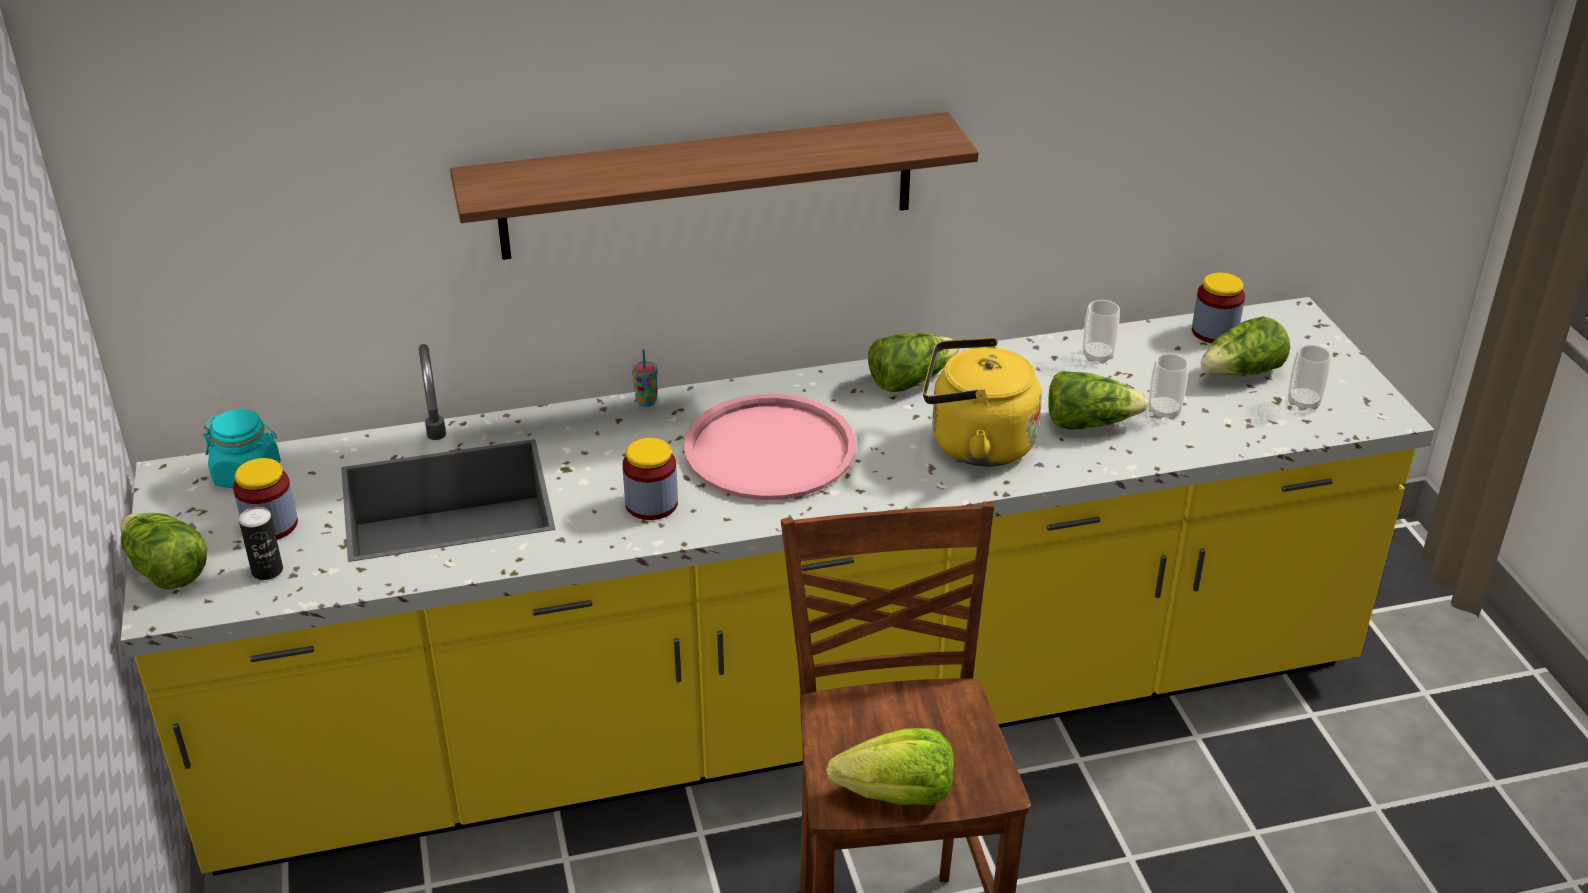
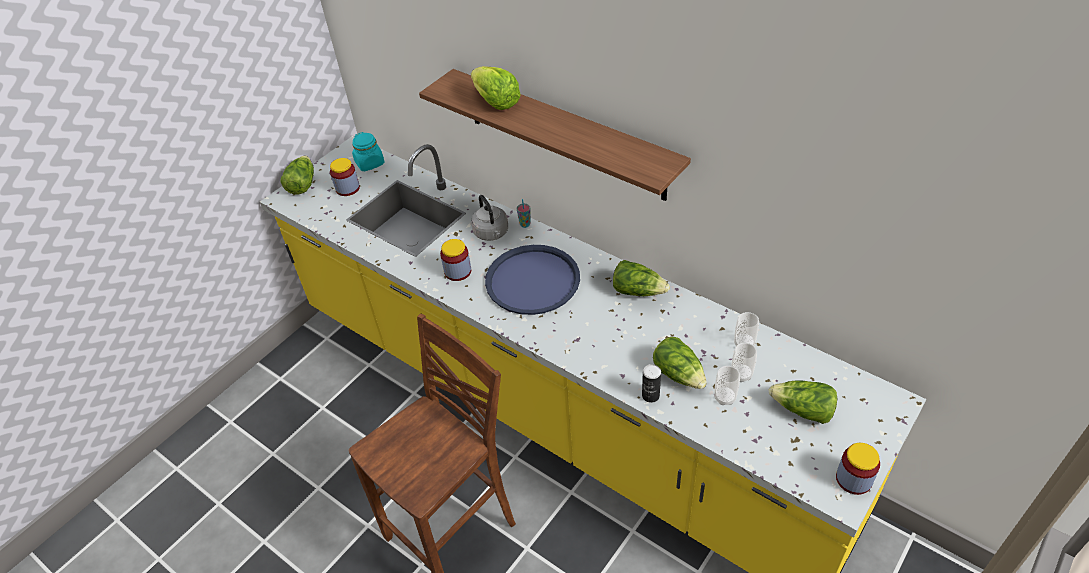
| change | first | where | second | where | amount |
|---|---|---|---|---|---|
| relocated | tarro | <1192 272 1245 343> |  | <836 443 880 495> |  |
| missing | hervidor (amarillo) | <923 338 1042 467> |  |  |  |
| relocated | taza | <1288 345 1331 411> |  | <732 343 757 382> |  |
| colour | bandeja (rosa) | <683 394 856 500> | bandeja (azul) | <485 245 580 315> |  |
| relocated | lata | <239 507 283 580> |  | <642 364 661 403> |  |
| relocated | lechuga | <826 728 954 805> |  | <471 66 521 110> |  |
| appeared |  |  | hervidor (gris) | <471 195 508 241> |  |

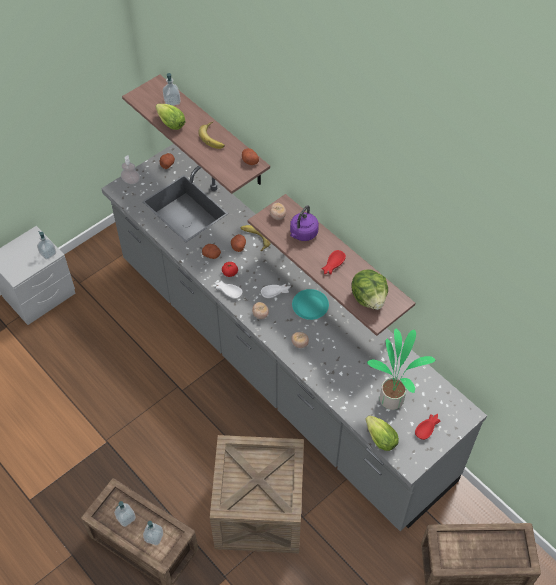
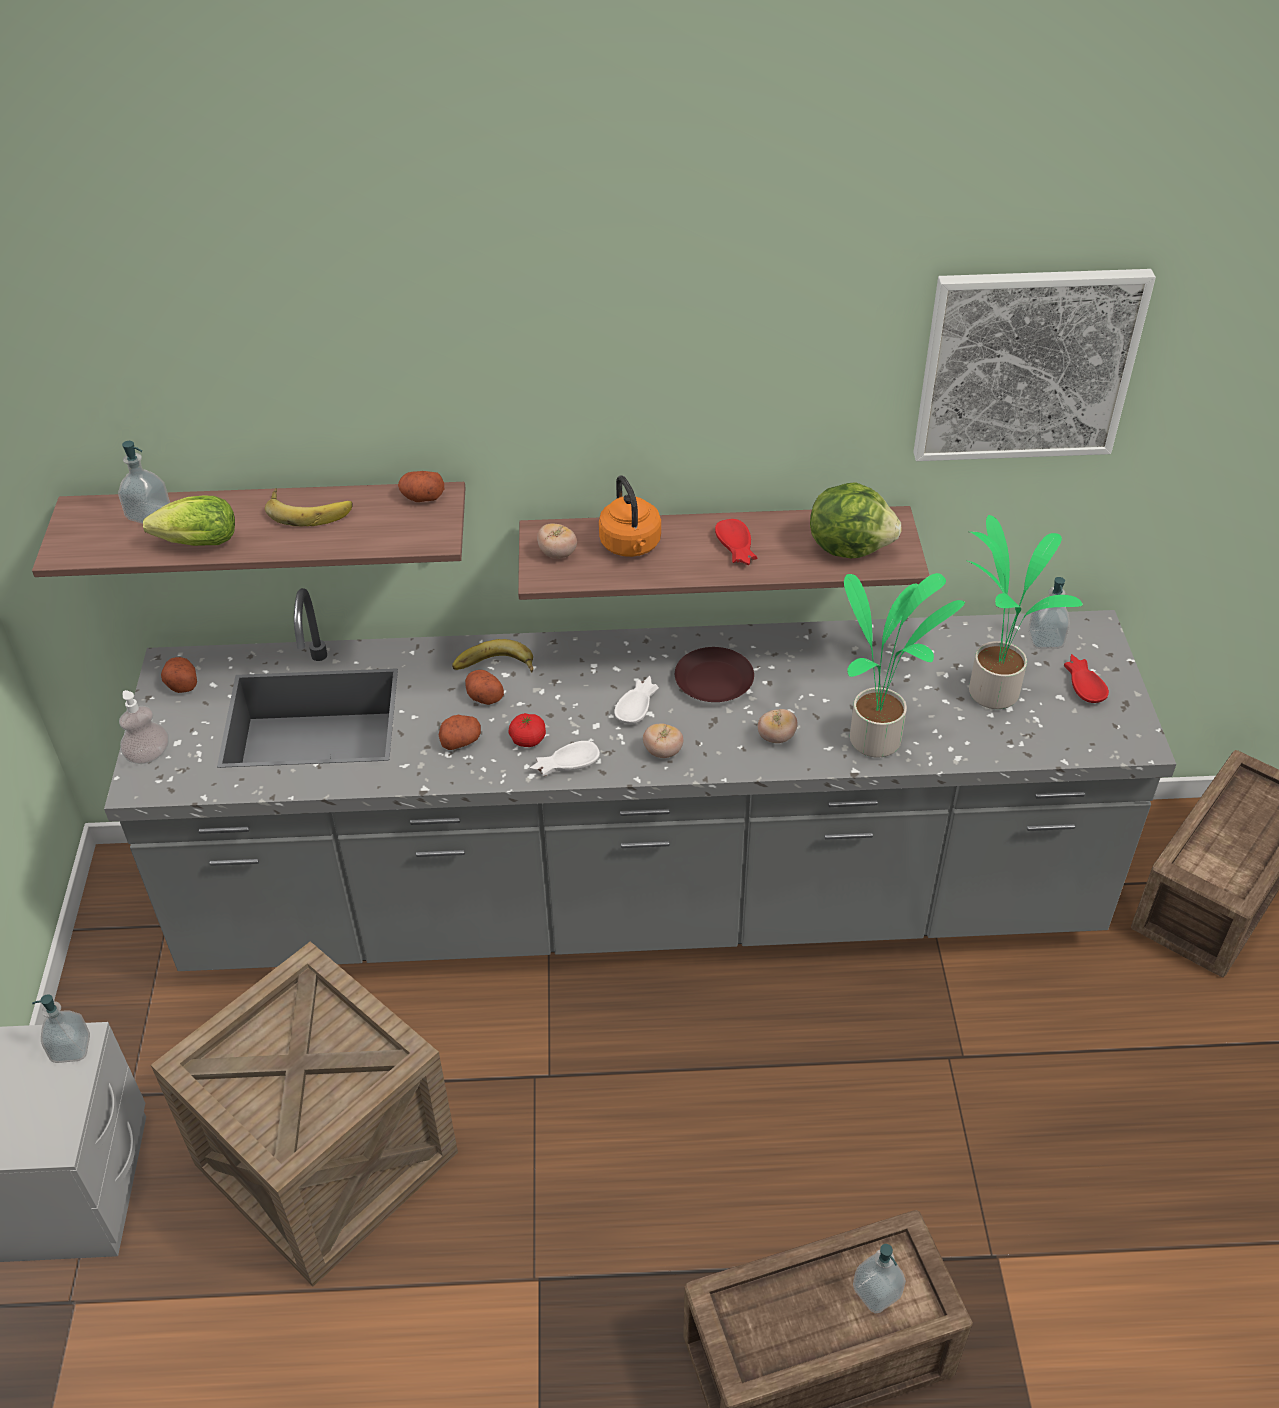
| change | first | where | second | where | amount |
|---|---|---|---|---|---|
| colour | hervidor (morado) | <290 205 319 241> | hervidor (naranja) | <599 475 661 557> |  |
| colour | plato (turquesa) | <292 289 329 320> | plato (marrón) | <675 647 754 702> |  |
| missing | lechuga | <365 415 399 451> |  |  |  |
| relocated | caja de embalaje | <210 435 304 553> |  | <151 941 458 1286> |  |
| relocated | dispensador de jabón | <114 501 136 527> |  | <1028 577 1070 649> |  |
| appeared |  |  | cuadro | <913 269 1156 461> |  |
| appeared |  |  | planta en maceta | <844 573 965 758> |  |

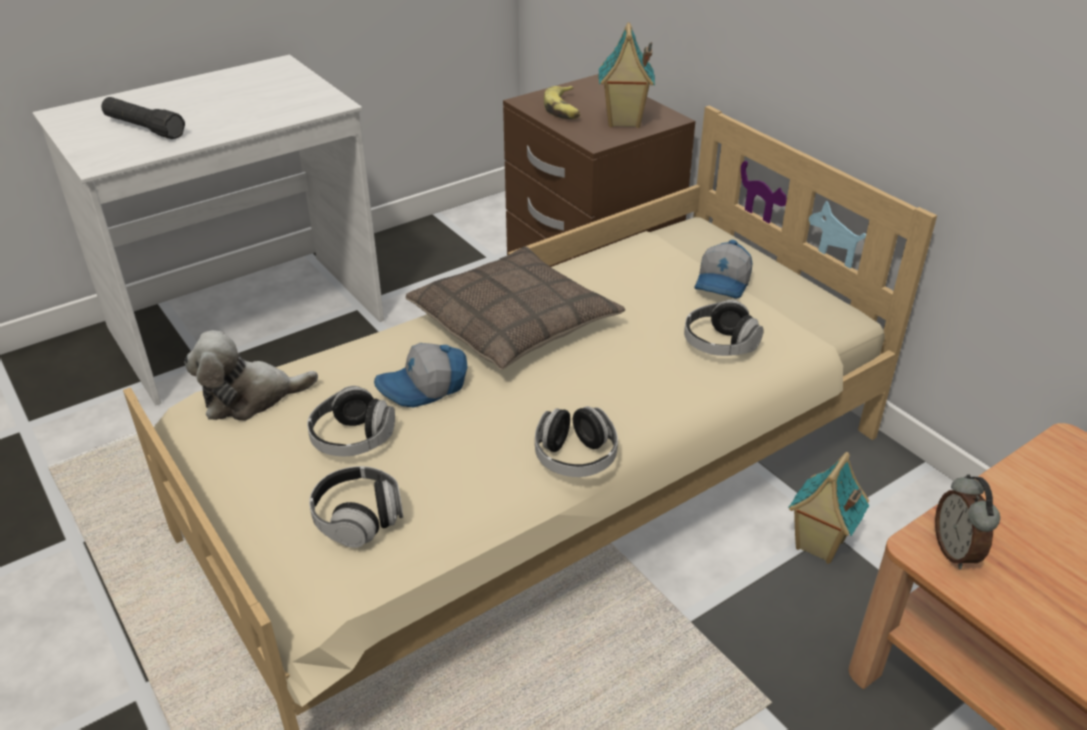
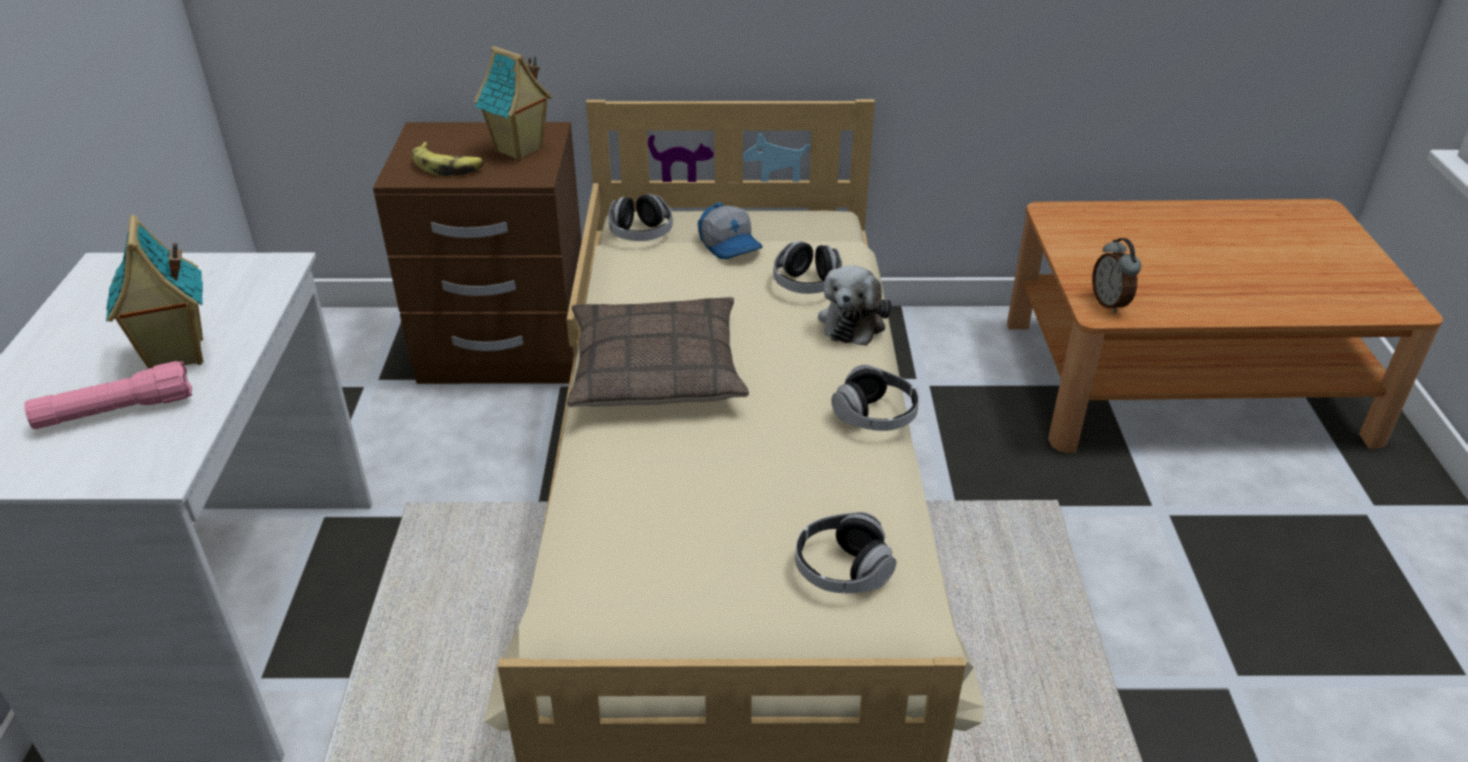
| change | first | where | second | where | amount |
|---|---|---|---|---|---|
| colour | linterna (negro) | <101 97 185 139> | linterna (rosa) | <24 361 192 429> |  |
| relocated | peluche | <185 330 318 421> |  | <818 265 892 346> |  |
| missing | gorra | <374 343 468 408> |  |  |  |
| relocated | auriculares | <307 386 395 456> |  | <608 194 673 241> |  |
| relocated | casita | <788 452 869 564> |  | <106 215 203 369> |  |
| spun | despertador | <935 474 1000 569> |  | <1092 238 1141 313> | 45 degrees clockwise |

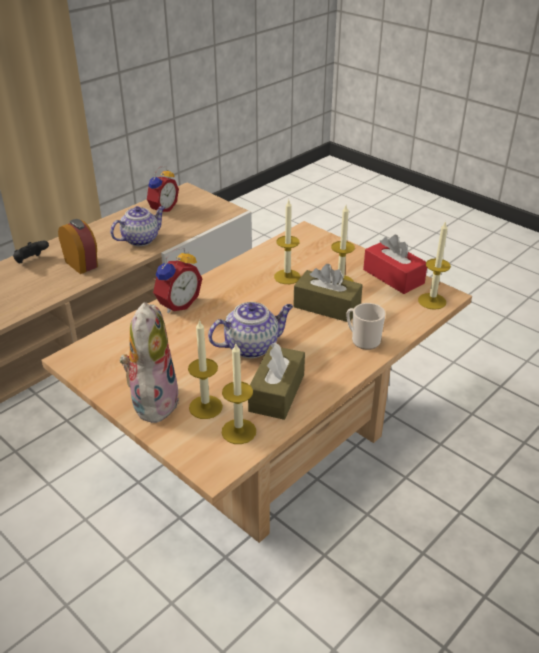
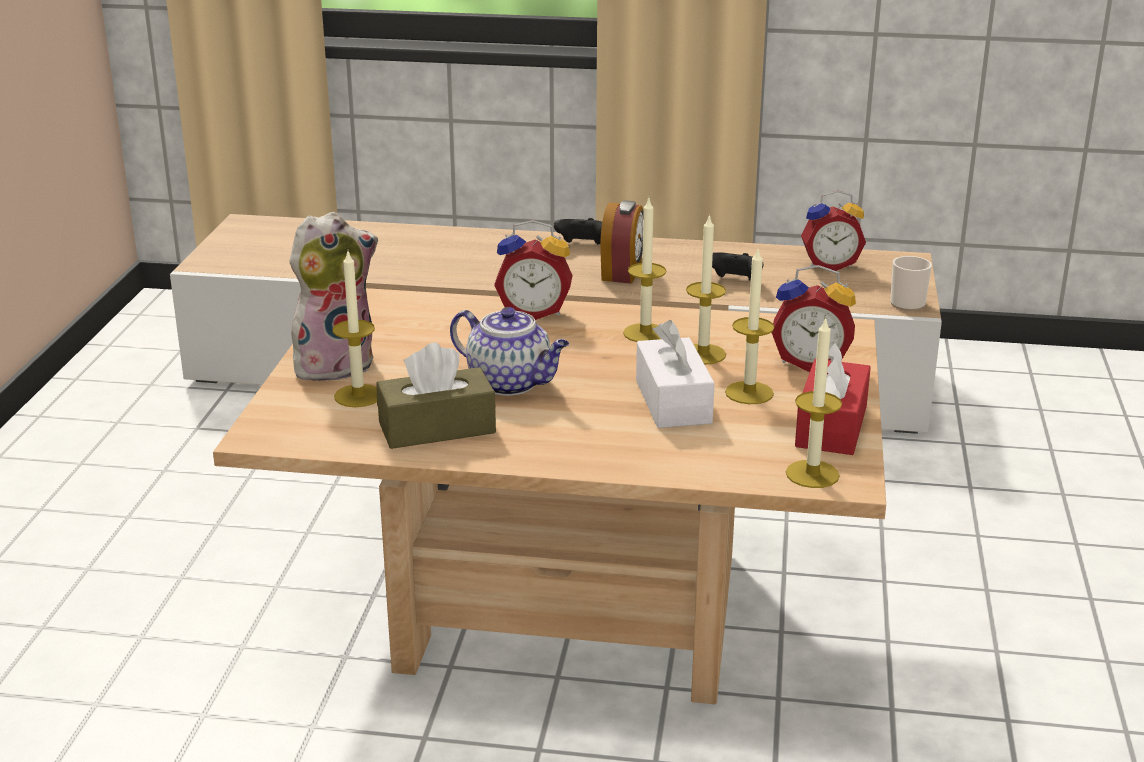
| change | first | where | second | where | amount |
|---|---|---|---|---|---|
| exchanged | tetera | <110 206 165 246> | mando de consola (negro) | <712 252 764 281> |  |
| colour | caja de pañuelos (marrón) | <293 264 363 322> | caja de pañuelos (blanco) | <636 320 715 428> |  |
| relocated | taza grande | <346 303 385 350> |  | <890 256 932 311> |  |
| relocated | vela | <222 344 256 444> |  | <623 198 666 342> |  |
| appeared |  |  | despertador | <771 265 856 372> |  |

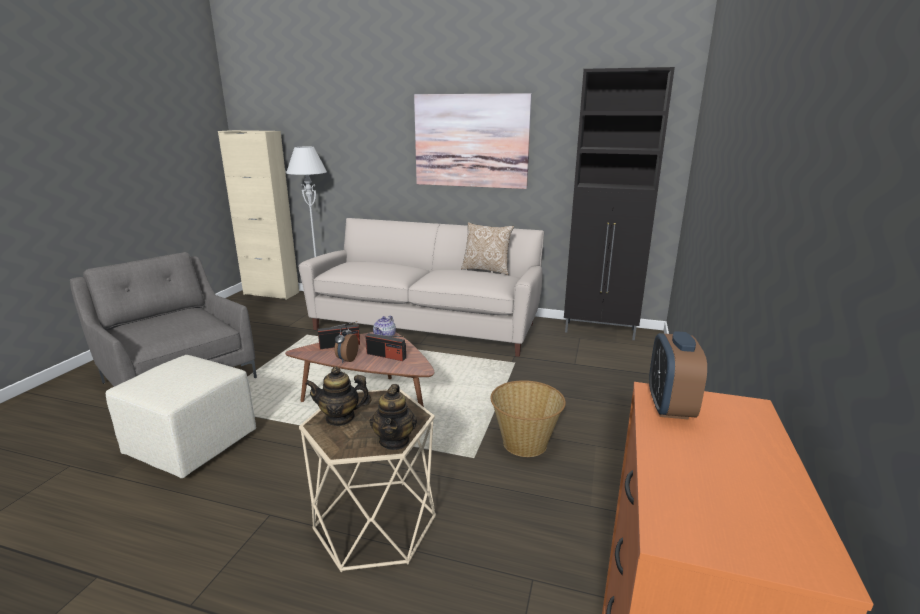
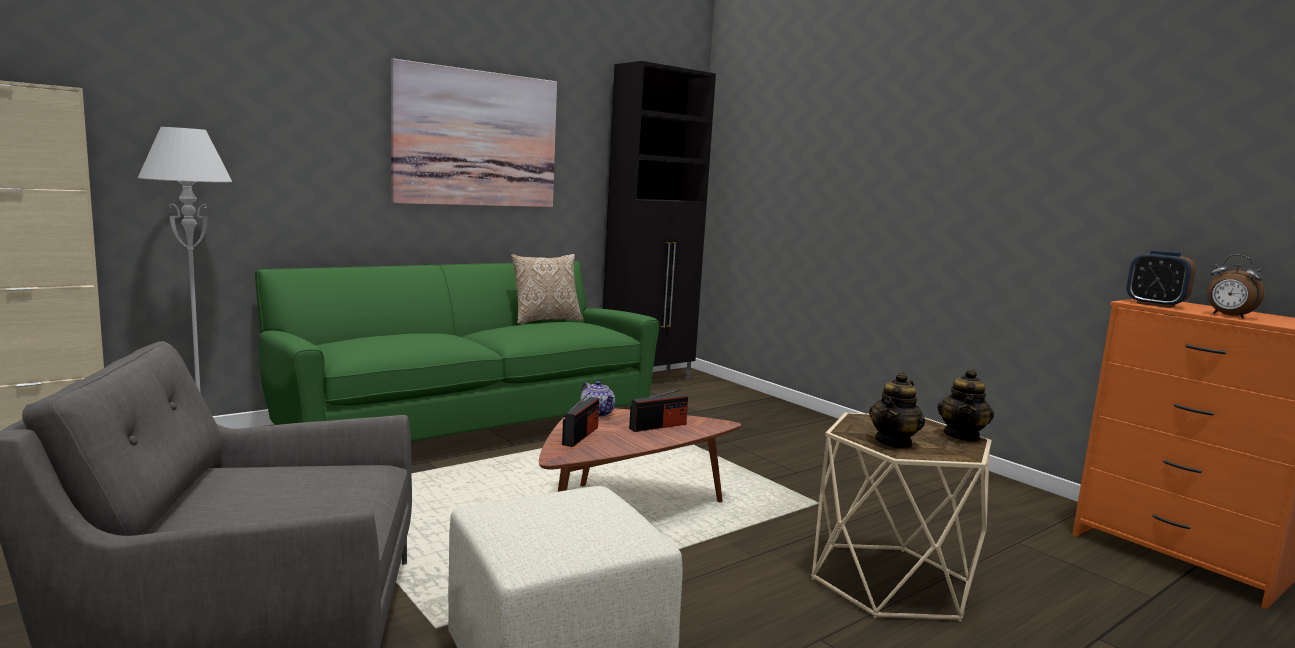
| change | first | where | second | where | amount |
|---|---|---|---|---|---|
| colour | sofá (beis) | <299 218 544 357> | sofá (verde) | <255 261 659 441> |  |
| relocated | despertador | <334 325 359 363> |  | <1207 255 1264 318> |  |
| missing | cesta | <490 380 566 457> |  |  |  |
| spun | tetera | <370 384 417 450> |  | <937 368 994 442> | 75 degrees clockwise |

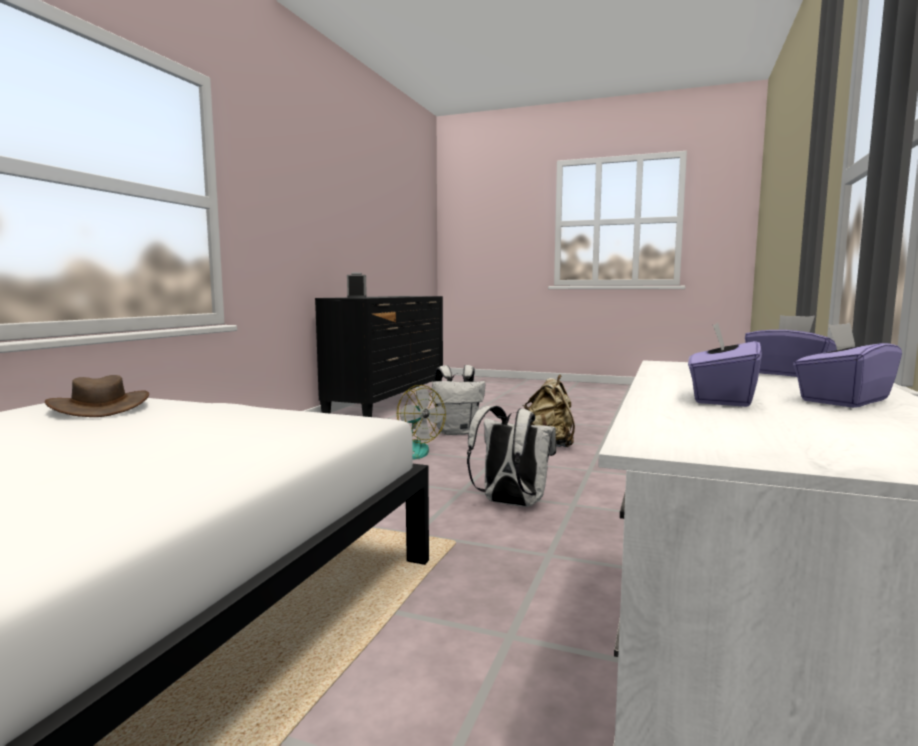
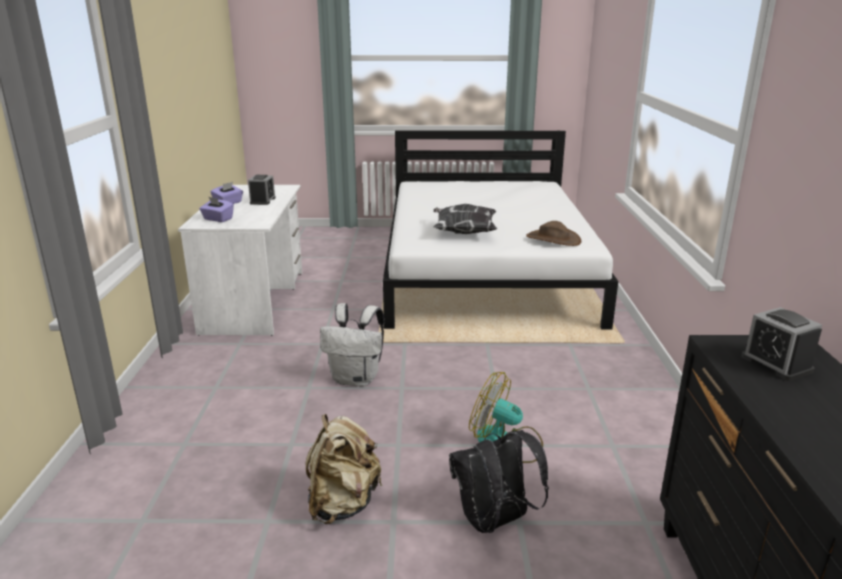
| change | first | where | second | where | amount |
|---|---|---|---|---|---|
| exchanged | caja de pañuelos (morado) | <688 322 762 407> | despertador | <248 175 276 205> |  |
| colour | mochila (blanco) | <432 365 485 435> | mochila (negro) | <449 430 549 533> |  |
| appeared |  |  | cojín | <433 204 498 234> |  |

